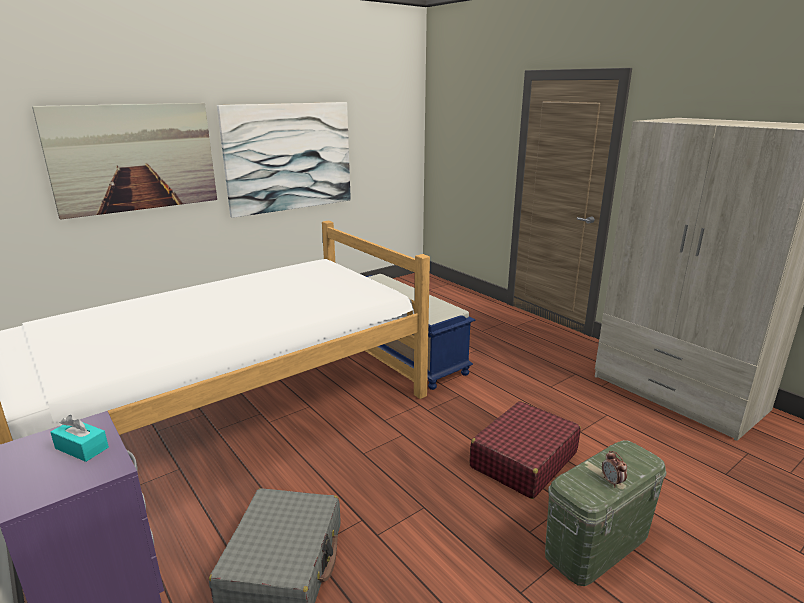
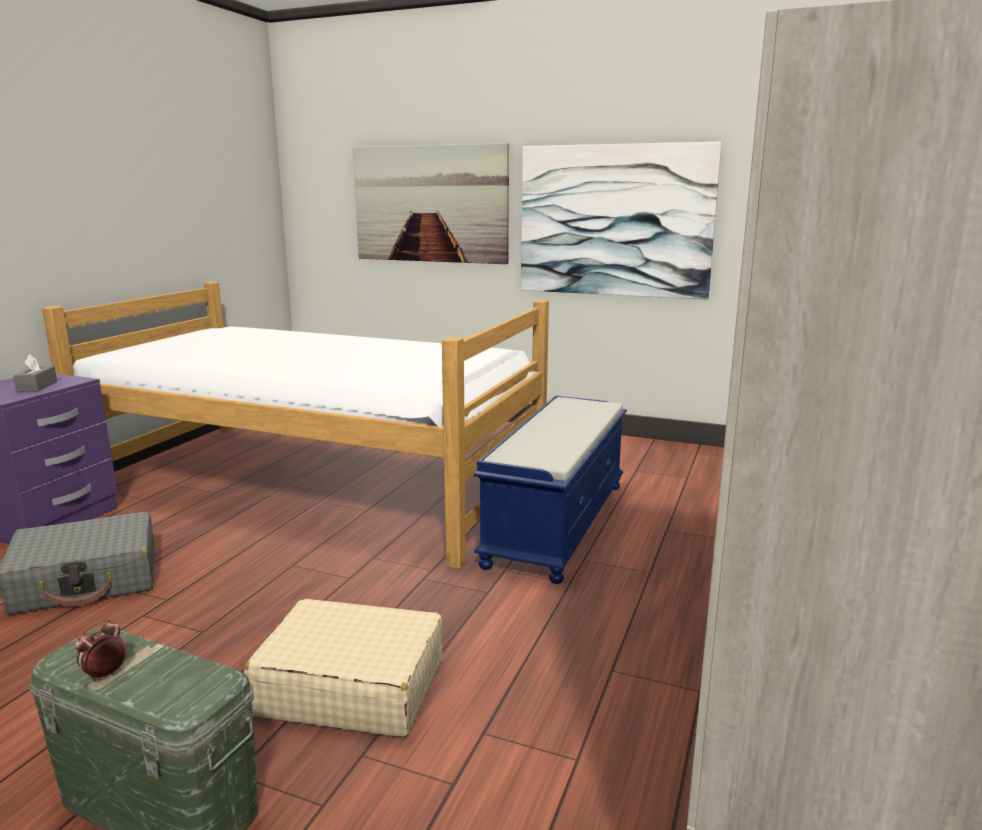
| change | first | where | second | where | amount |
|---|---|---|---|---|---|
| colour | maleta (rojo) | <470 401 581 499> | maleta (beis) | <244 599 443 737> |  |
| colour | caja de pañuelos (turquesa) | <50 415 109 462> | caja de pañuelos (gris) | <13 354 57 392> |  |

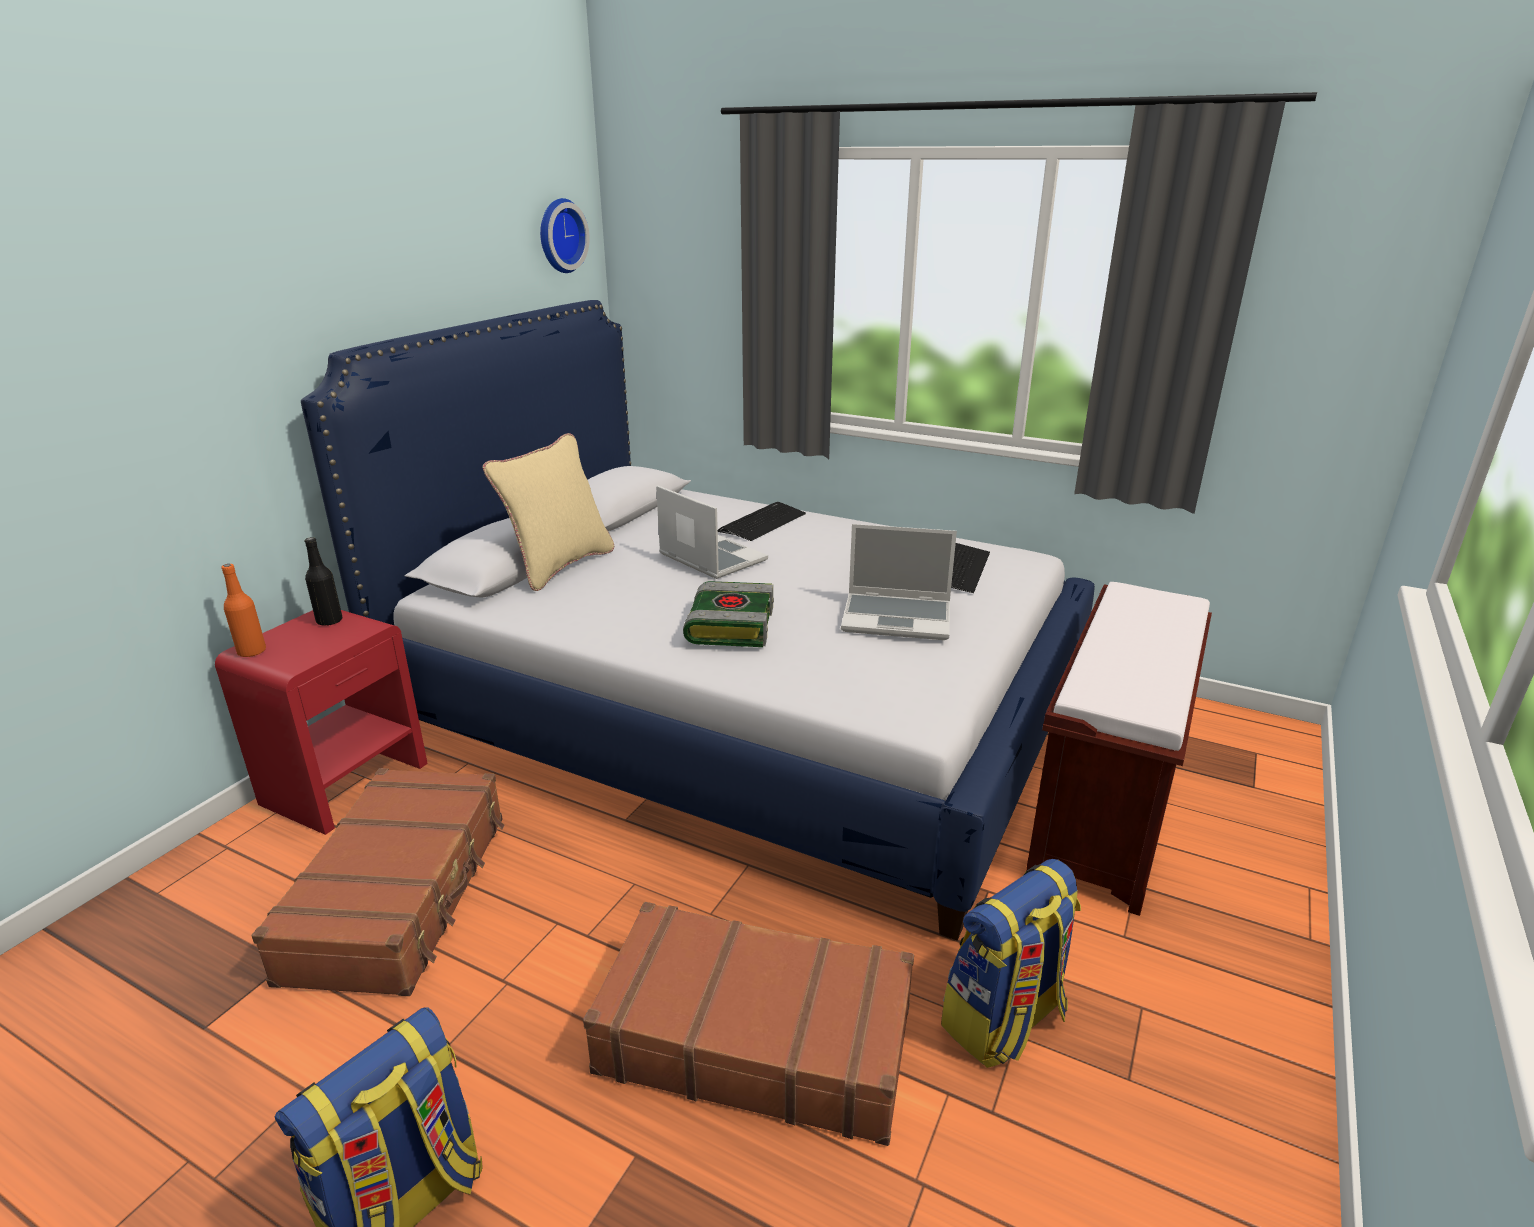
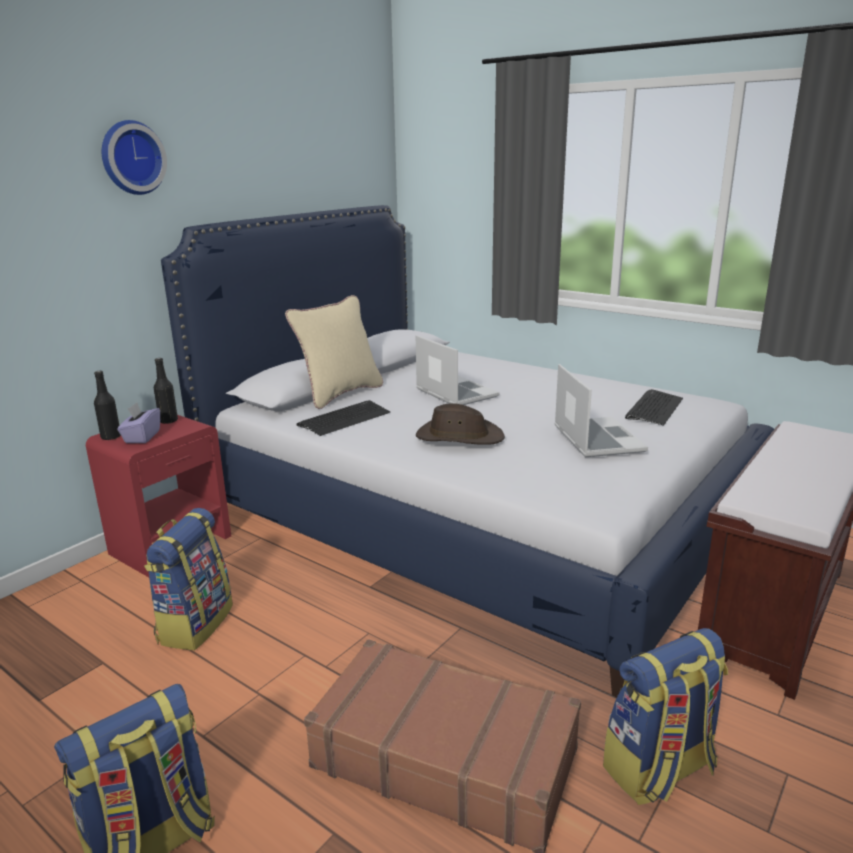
| change | first | where | second | where | amount |
|---|---|---|---|---|---|
| relocated | reloj de pared | <540 198 590 273> |  | <102 120 167 195> |  |
| relocated | teclado | <718 502 806 541> |  | <296 400 390 436> |  |
| spun | portátil | <841 524 957 640> |  | <554 364 648 457> | 120 degrees counterclockwise |
| colour | botella (naranja) | <221 564 266 657> | botella (negro) | <94 371 121 440> |  |
| exchanged | libro | <683 581 774 647> | sombrero (marrón) | <416 403 505 445> |  |
| exchanged | maleta (marrón) | <252 768 504 996> | mochila | <144 508 233 650> |  |
| appeared |  |  | caja de pañuelos (morado) | <117 402 160 443> |  |

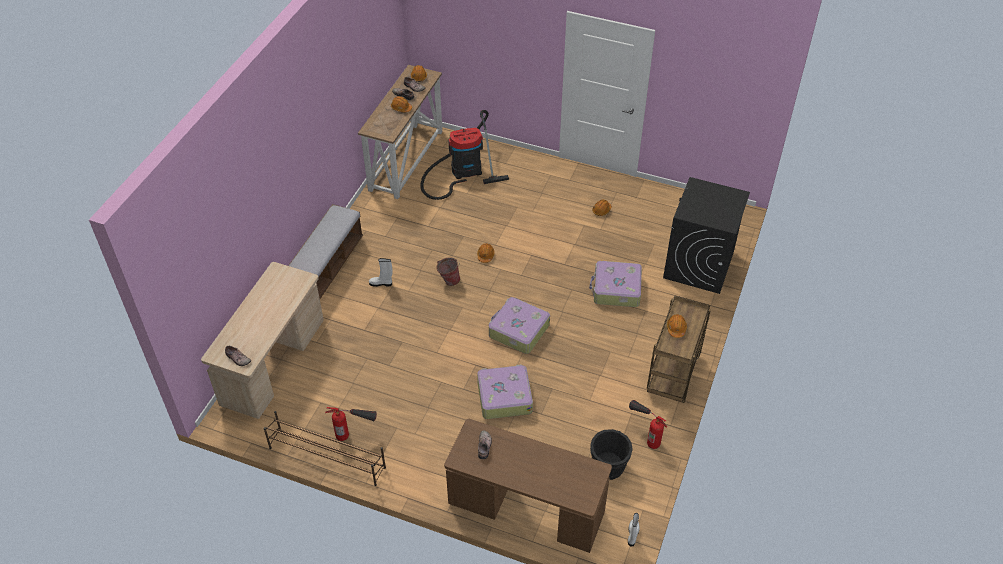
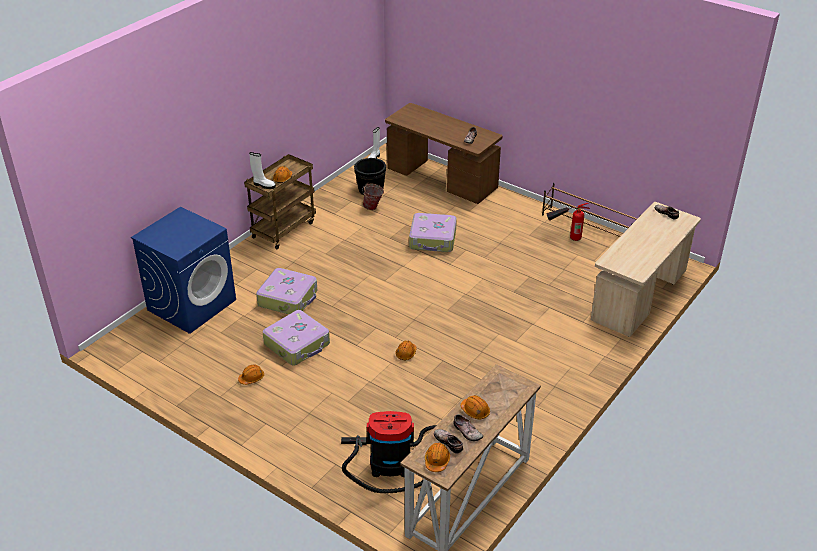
| change | first | where | second | where | amount |
|---|---|---|---|---|---|
| colour | lavadora (negro) | <663 177 750 294> | lavadora (azul) | <131 207 236 334> |  |
| missing | banco | <288 204 363 299> |  |  |  |
| relocated | cubo | <436 257 460 286> |  | <362 183 384 210> |  |
| relocated | bota (blanco) | <369 258 392 287> |  | <249 152 276 189> |  |
| relocated | maleta | <489 297 550 354> |  | <262 310 330 366> |  |
| missing | extintor | <629 400 667 449> |  |  |  |

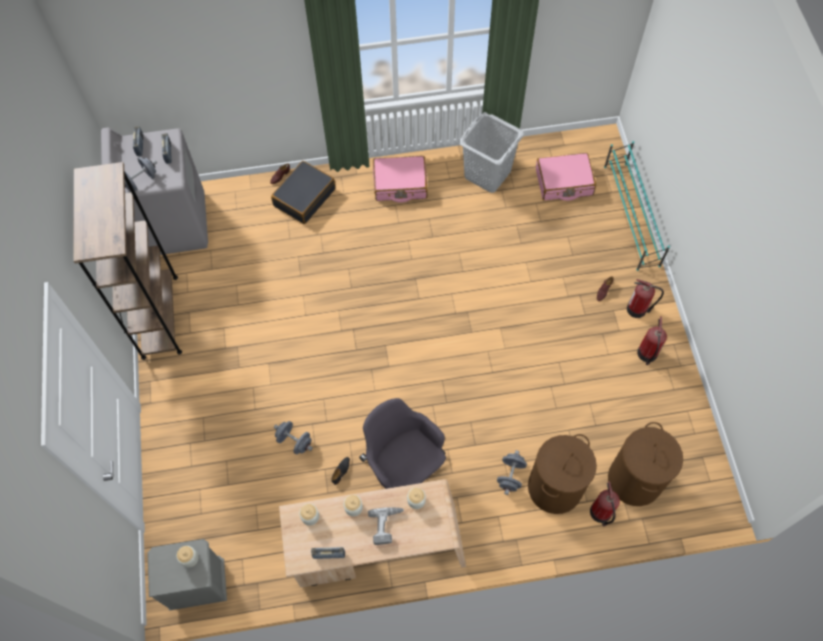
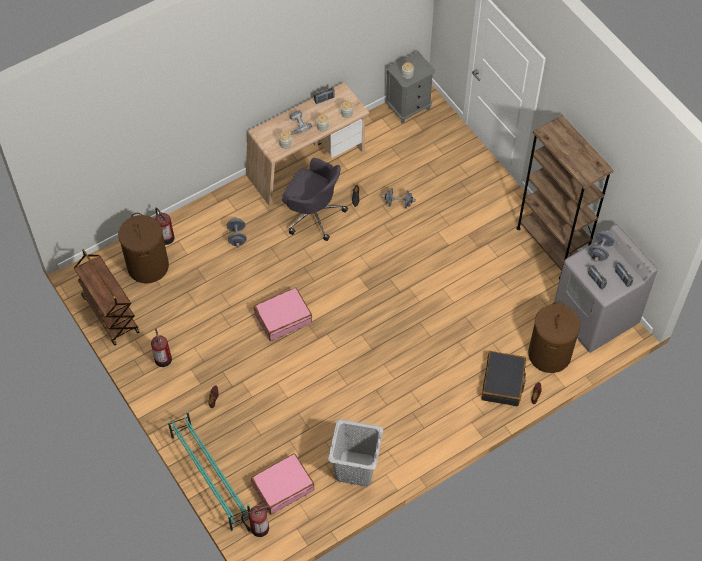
| change | first | where | second | where | amount |
|---|---|---|---|---|---|
| relocated | maleta (rosa) | <373 156 427 202> |  | <254 287 312 341> |  |
| relocated | extintor | <627 279 664 318> |  | <241 506 269 537> |  |
| relocated | cesto de la ropa (marrón) | <528 434 597 514> |  | <528 301 580 373> |  |
| appeared |  |  | carrito (marrón) | <74 249 139 346> |  |

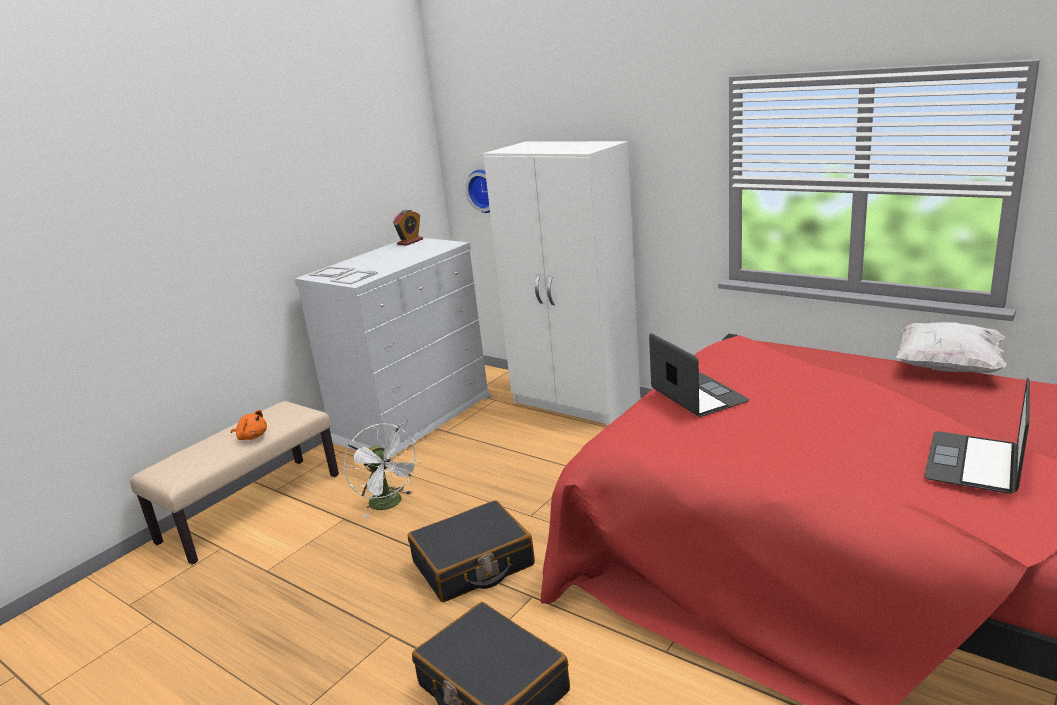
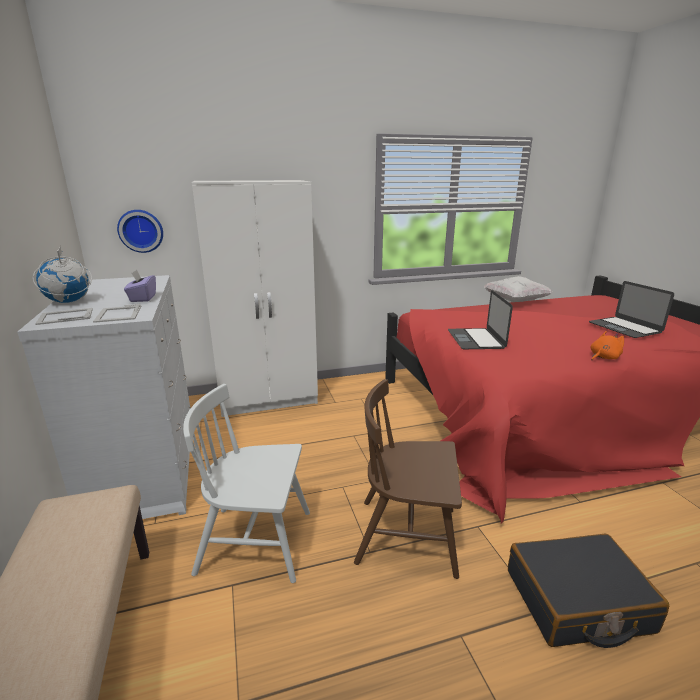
| change | first | where | second | where | amount |
|---|---|---|---|---|---|
| missing | despertador | <393 210 423 246> |  |  |  |
| spun | portátil | <649 333 749 417> |  | <448 290 513 349> | 105 degrees counterclockwise |
| relocated | peluche (naranja) | <231 410 267 440> |  | <591 331 624 360> |  |
| exchanged | ventilador (blanco) | <344 423 420 518> | silla (blanco) | <183 384 310 583> |  |
| exchanged | maleta (negro) | <408 500 535 602> | silla (marrón) | <354 379 462 579> |  |
| appeared |  |  | globo terráqueo | <32 246 92 303> |  |
| appeared |  |  | caja de pañuelos (morado) | <124 270 156 302> |  |

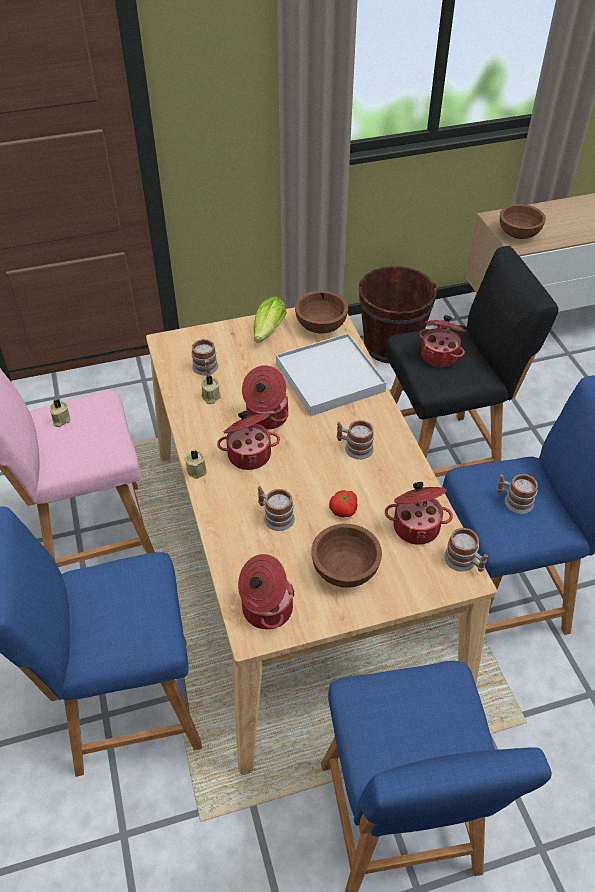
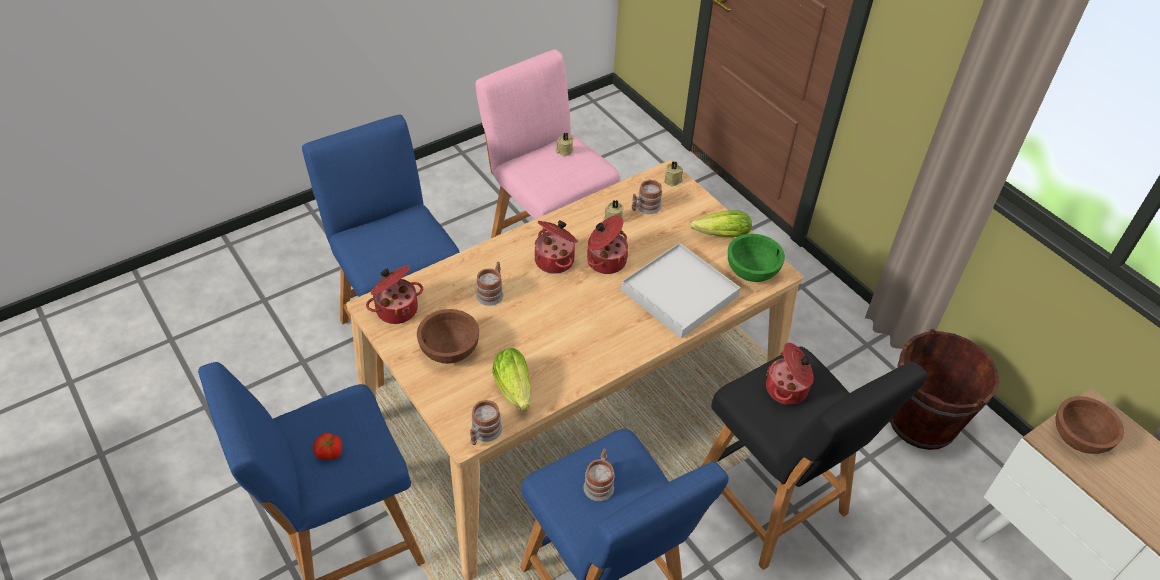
| change | first | where | second | where | amount |
|---|---|---|---|---|---|
| colour | cuenco (marrón) | <295 291 348 333> | cuenco (verde) | <728 234 785 282> |  |
| missing | taza grande | <337 420 374 460> |  |  |  |
| relocated | vela (beis) | <184 450 207 479> |  | <664 162 683 187> |  |
| exchanged | olla | <385 482 453 545> | lechuga | <492 348 531 411> |  |
| relocated | tomate | <329 490 358 517> |  | <313 433 342 460> |  |

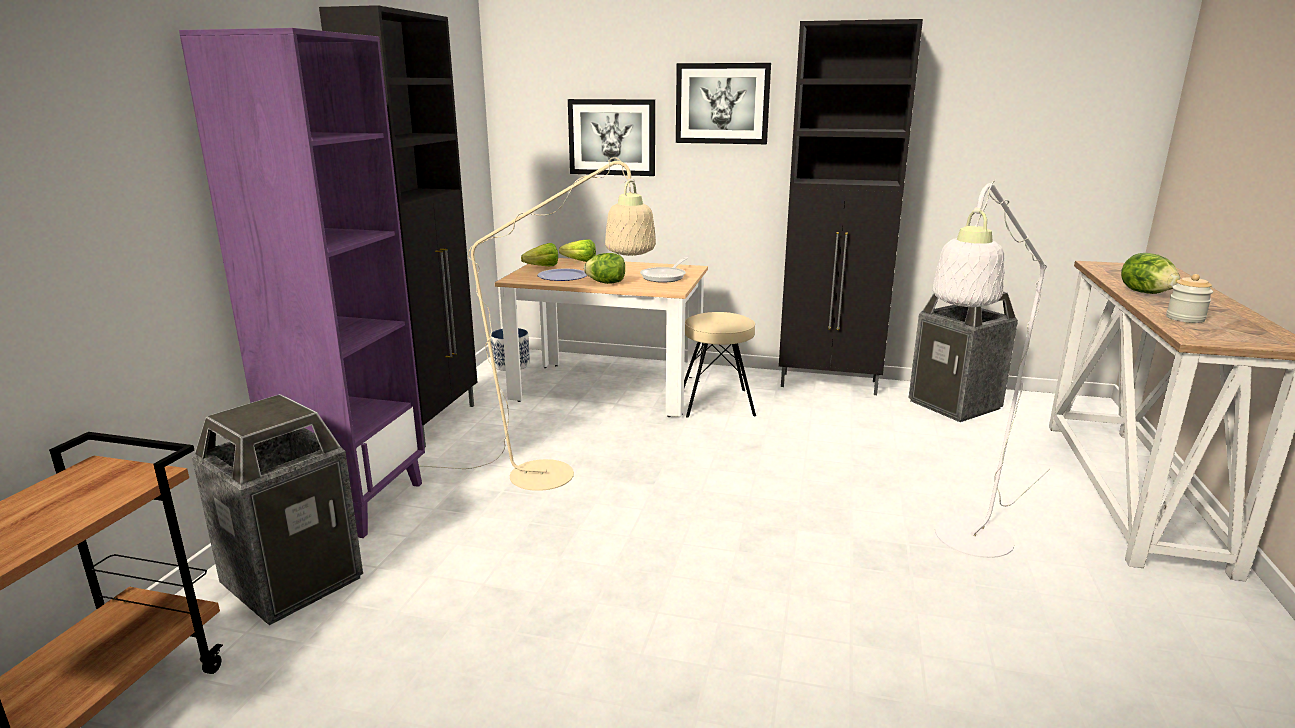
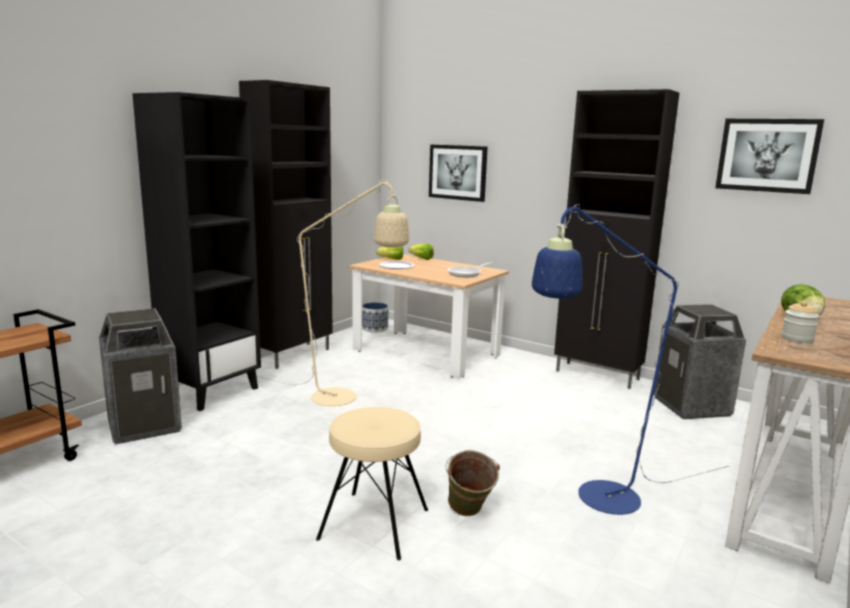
| change | first | where | second | where | amount |
|---|---|---|---|---|---|
| colour | estantería (morado) | <179 28 425 538> | estantería (negro) | <132 92 261 411> |  |
| relocated | cuadro | <676 63 771 144> |  | <715 119 824 194> |  |
| colour | lámpara de pie (blanco) | <933 179 1050 558> | lámpara de pie (azul) | <532 204 728 515> |  |
| missing | lechuga | <584 253 625 284> |  |  |  |
| relocated | taburete (beis) | <684 312 756 418> |  | <316 407 428 560> |  |
| appeared |  |  | cubo (verde) | <446 450 500 516> |  |

